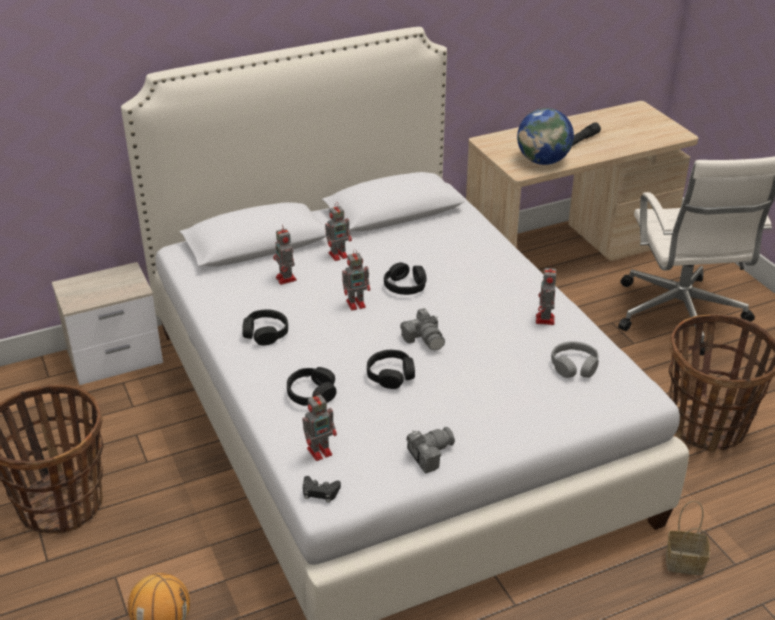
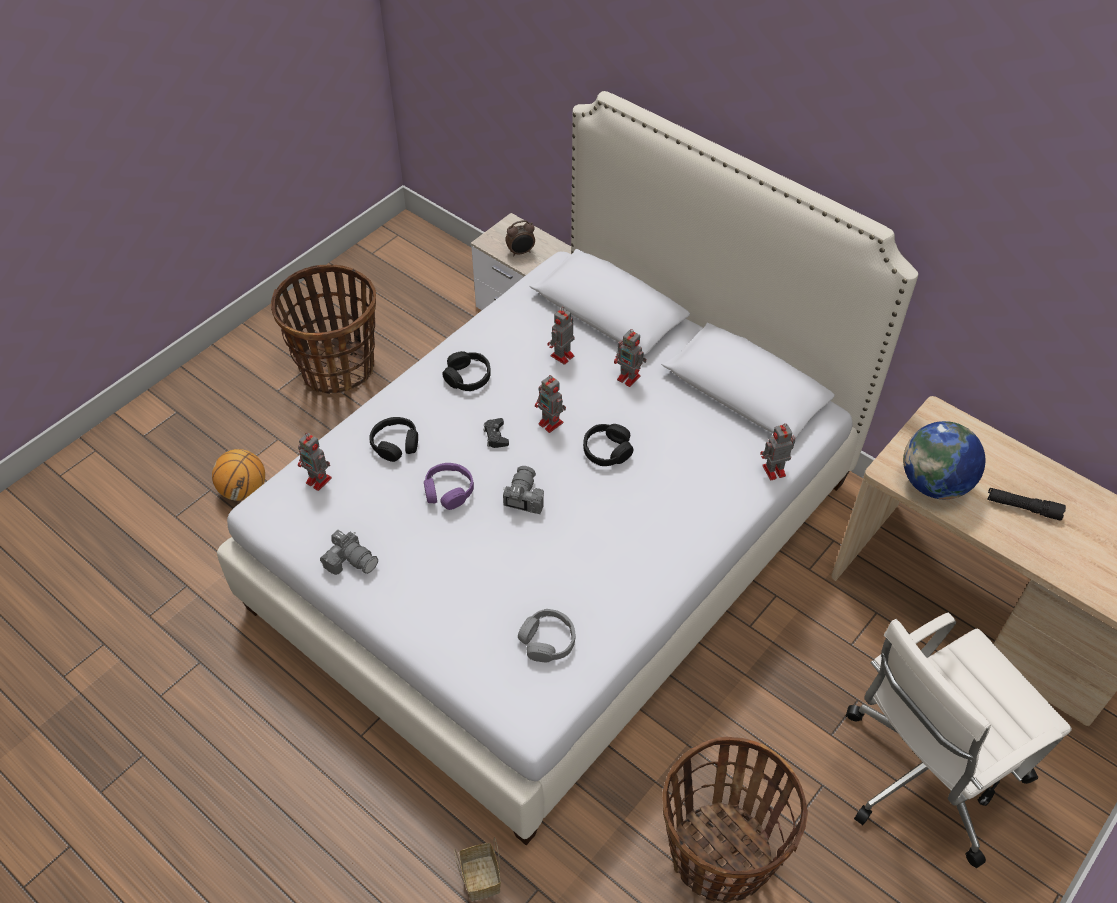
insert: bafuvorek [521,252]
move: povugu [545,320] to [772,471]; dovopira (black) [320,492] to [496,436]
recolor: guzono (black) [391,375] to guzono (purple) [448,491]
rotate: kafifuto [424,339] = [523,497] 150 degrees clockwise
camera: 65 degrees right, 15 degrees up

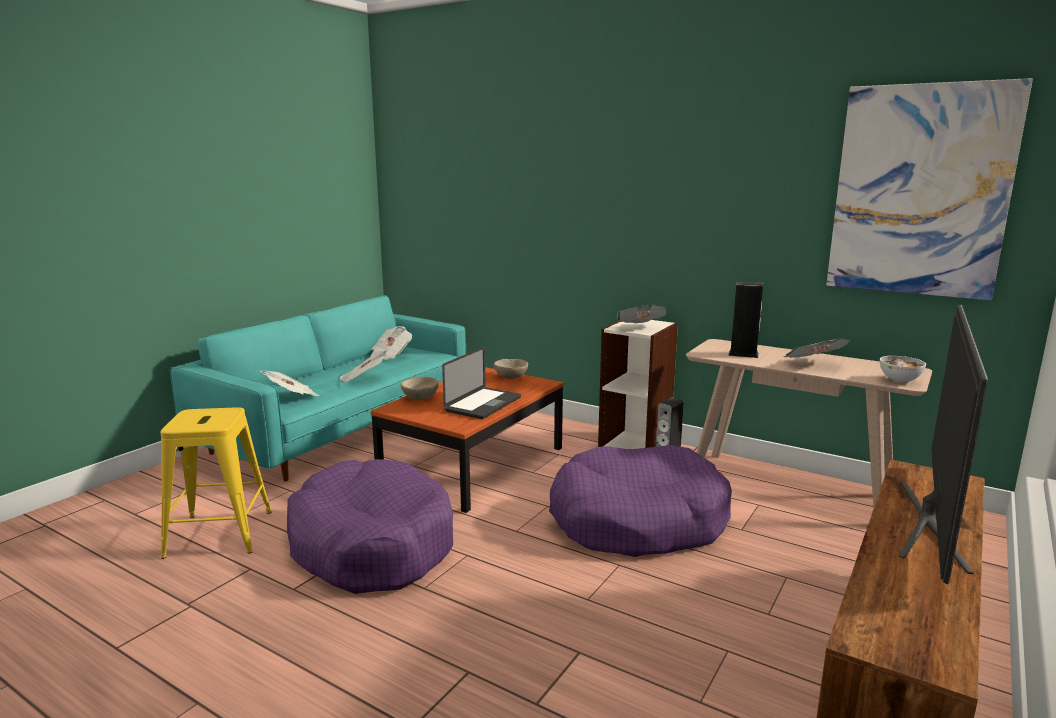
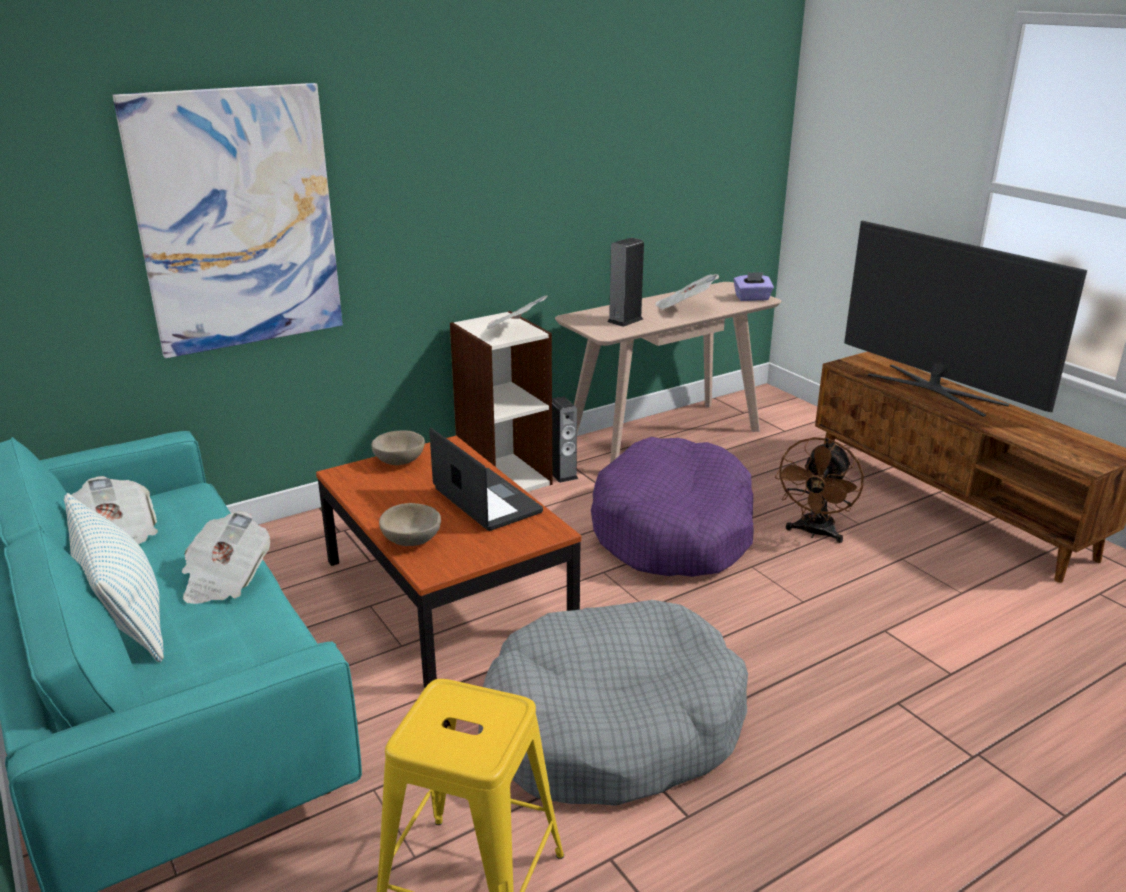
delete: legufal [292,397]
insert: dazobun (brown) [814,533]; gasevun [124,615]
move: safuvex [920,191] to [237,220]
replace: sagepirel [900,381] to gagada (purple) [752,298]
recolor: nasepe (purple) [371,544] to nasepe (grey) [611,726]
camera: 65 degrees left, 10 degrees up

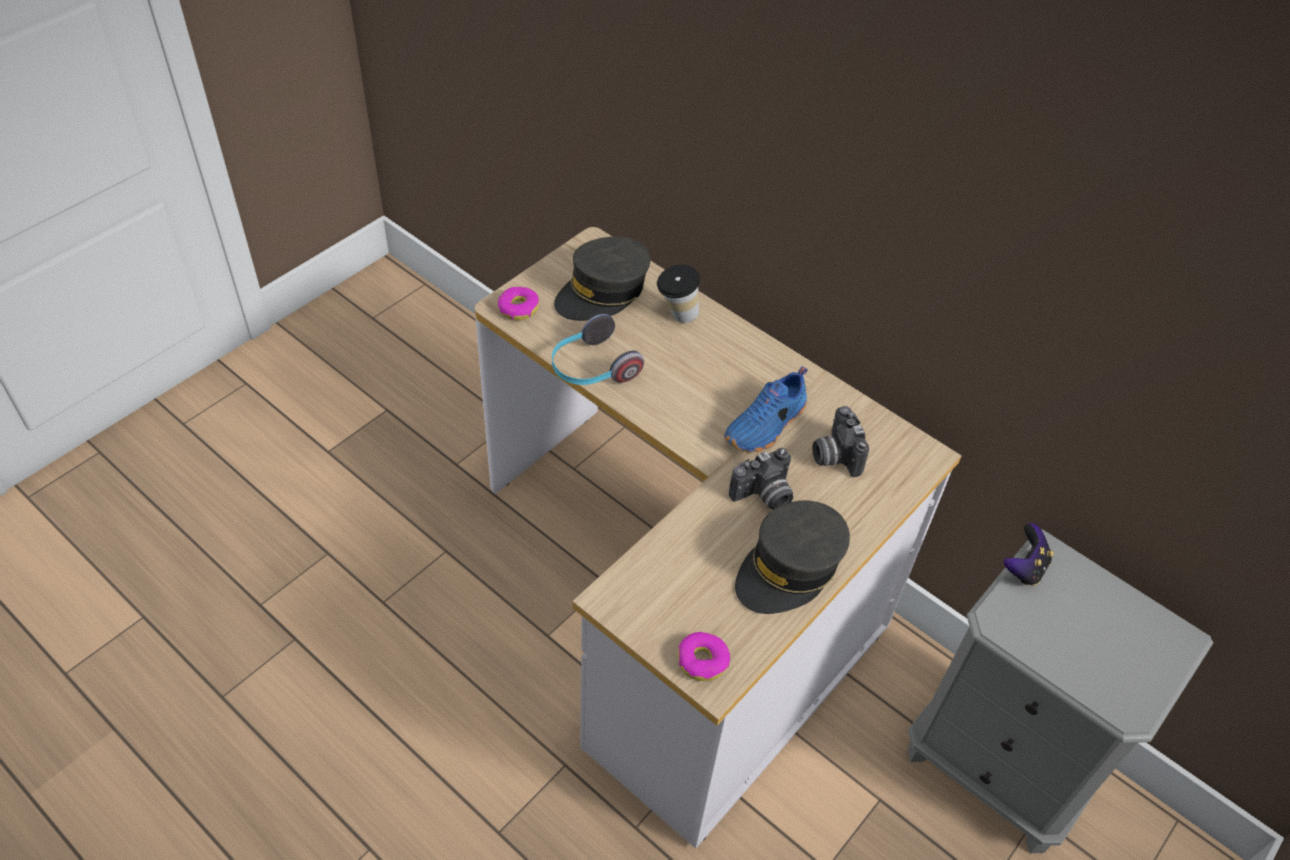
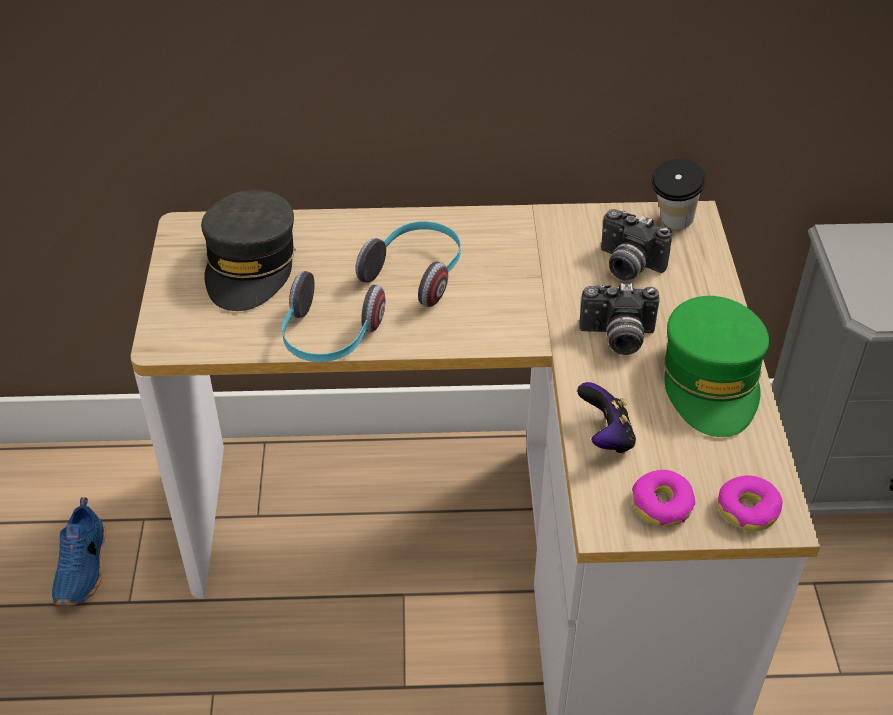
insert: guzono [416,273]
move: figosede [676,316] to [671,225]; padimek [518,308] to [661,505]; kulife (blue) [766,426] to [83,567]; dovopira [1024,568] to [605,437]
recolor: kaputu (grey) [789,568] to kaputu (green) [711,380]
rotate: kafifuto [763,496] = [617,338] 75 degrees clockwise
camera: 40 degrees left, 5 degrees down

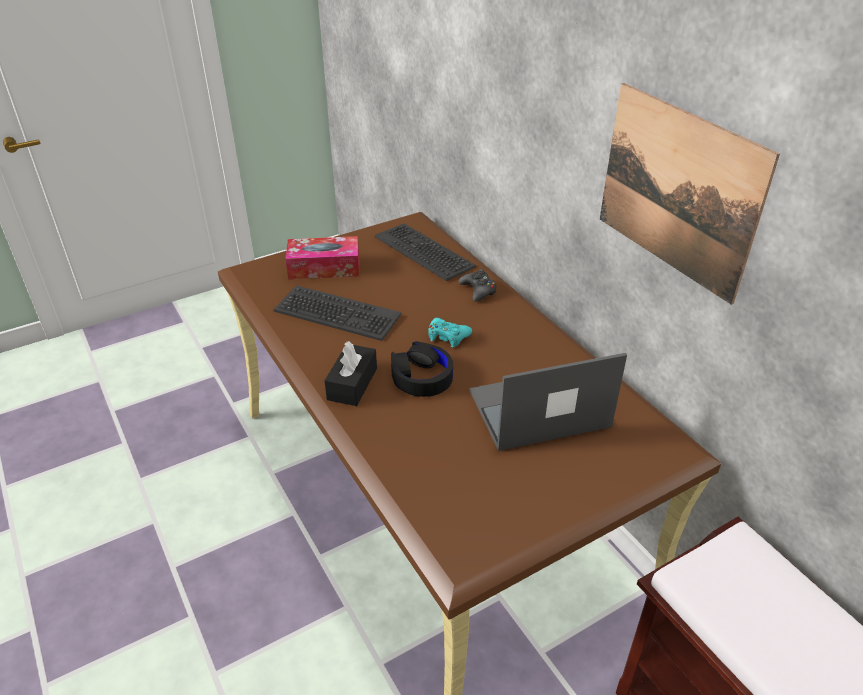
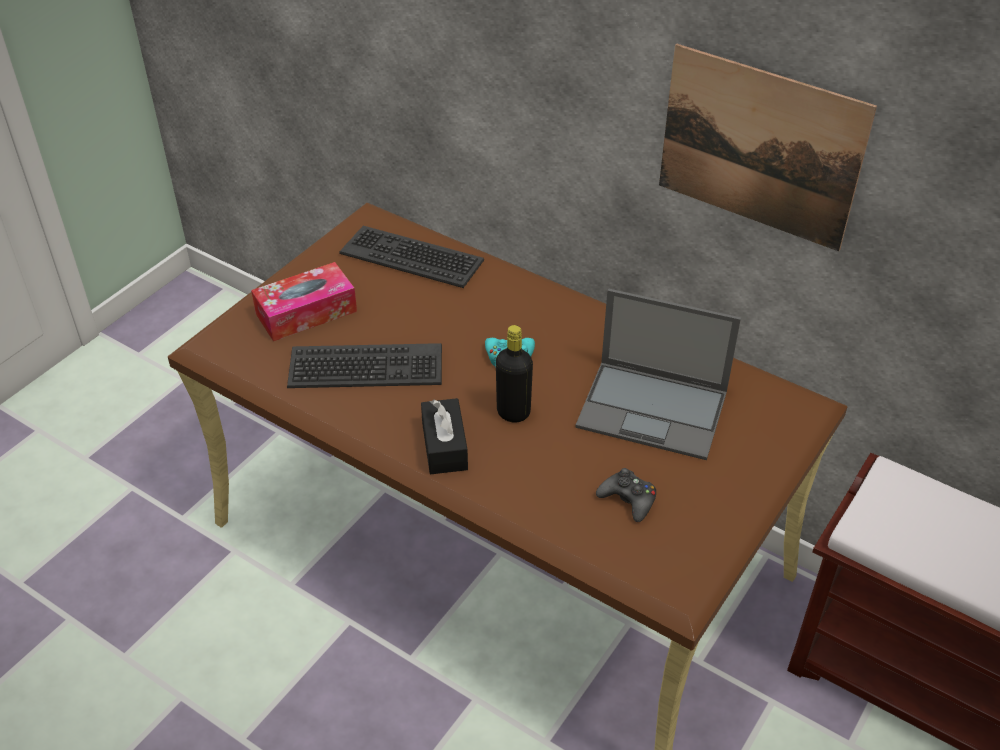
move: dovopira (black) [478,290] to [628,499]
replace: guzono (black) [421,376] to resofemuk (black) [513,412]
rotate: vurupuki [537,410] = [654,410] 120 degrees counterclockwise
camera: 25 degrees left, 5 degrees up

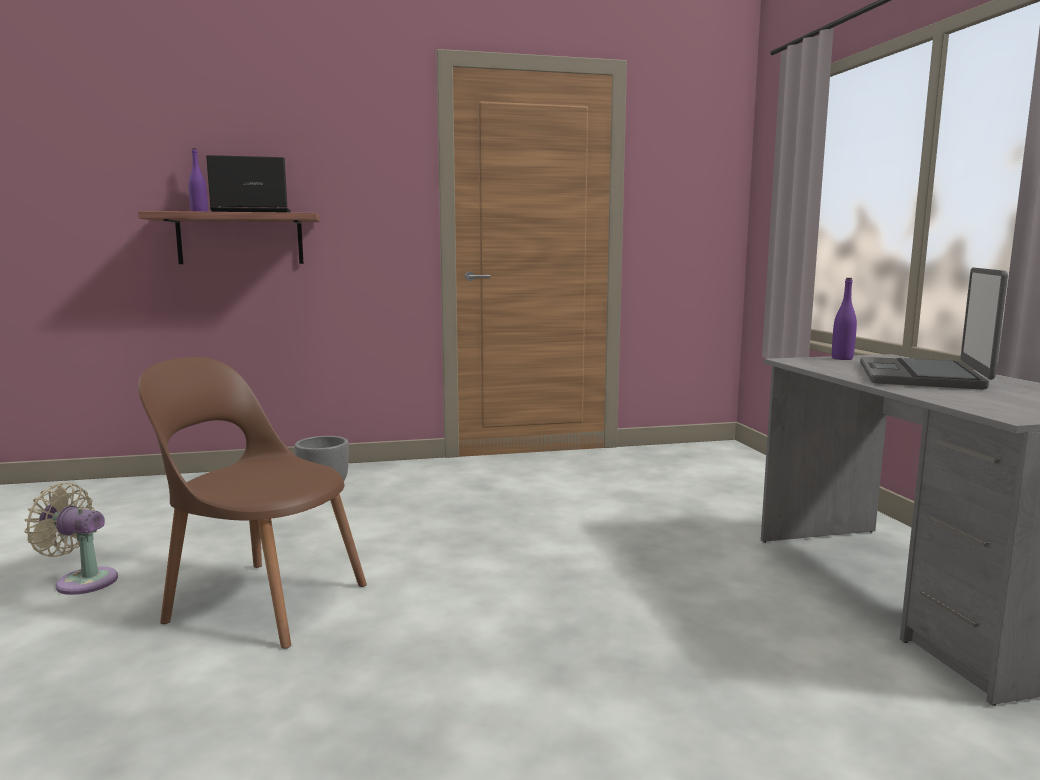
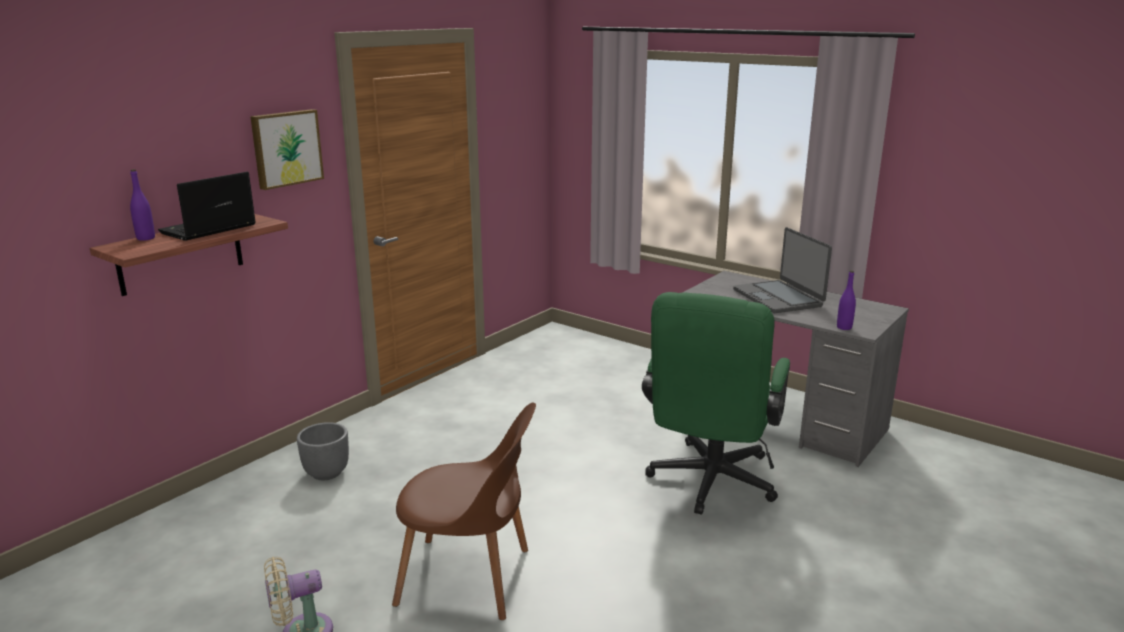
insert: safuvex [286,148]; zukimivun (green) [709,484]
move: resofemuk (purple) [842,358] to [844,327]
rotate: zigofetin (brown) [262,601] = [470,578] 150 degrees counterclockwise
camera: 40 degrees left, 10 degrees up

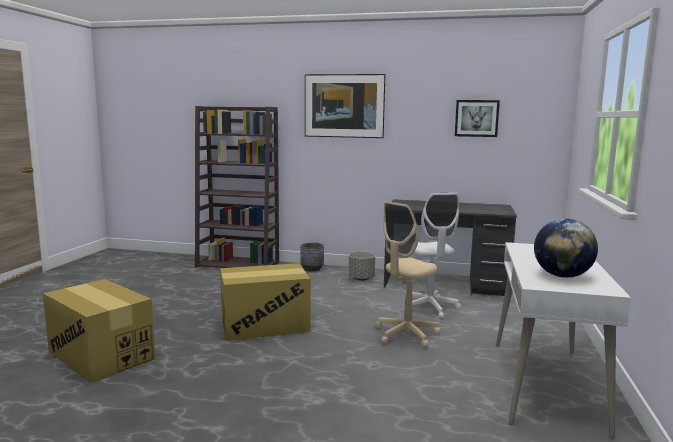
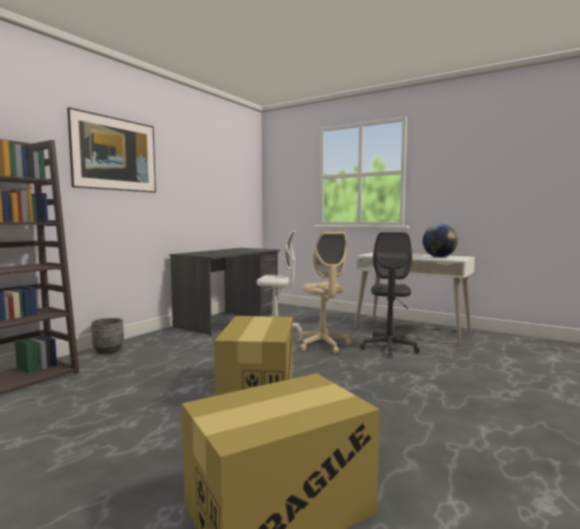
delete: safuvex [476,118]; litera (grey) [361,279]
insert: zukimivun (grey) [389,348]
camera: 70 degrees left, 5 degrees down

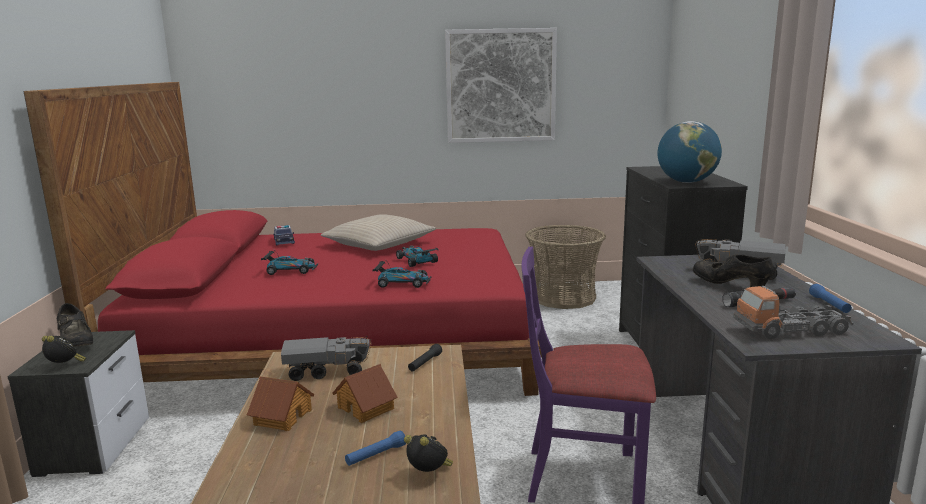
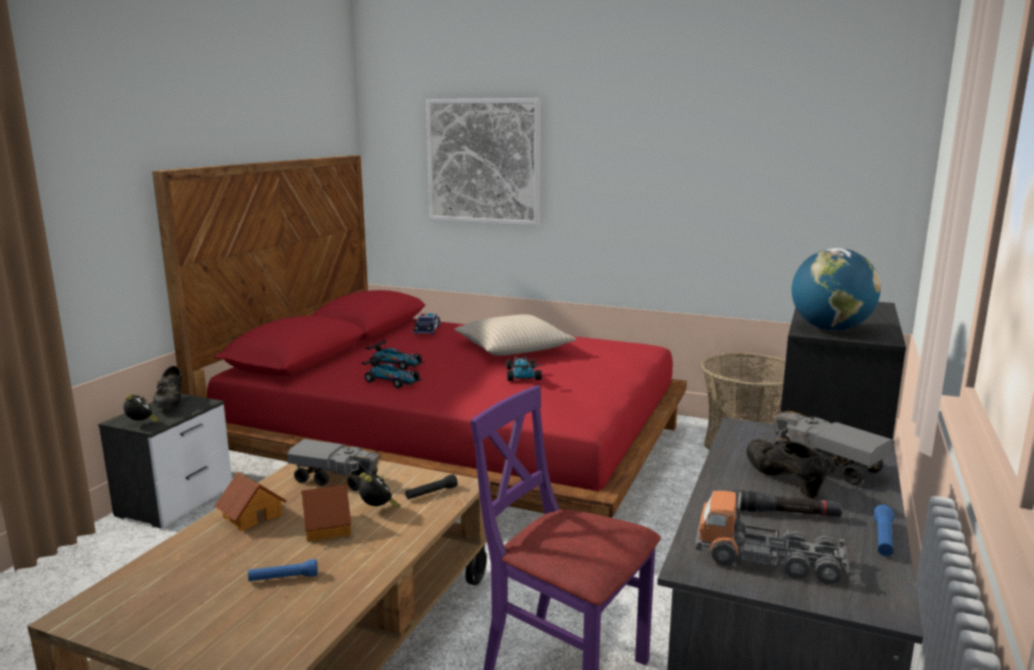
move: safuvex [500,86] to [483,161]; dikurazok [402,282] to [392,380]; bafuvorek [429,474] to [378,509]
camera: 25 degrees right, 0 degrees up

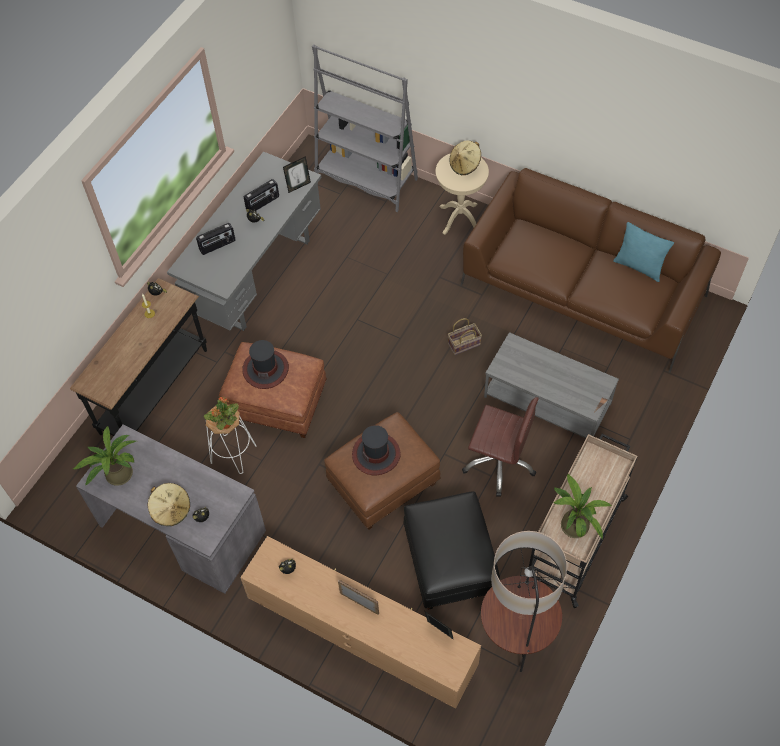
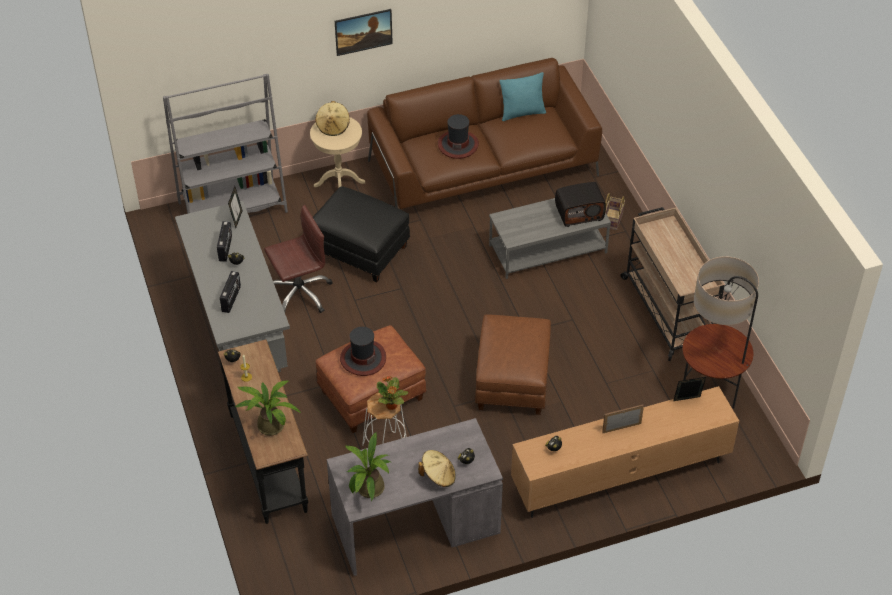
insert: safuvex [364,40]; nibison [579,213]
move: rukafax [464,343] to [612,218]; zukimivun (brown) [499,462] to [299,293]; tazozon [376,454] to [458,144]; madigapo [574,522] to [268,424]; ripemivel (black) [448,561] to [359,251]
camera: 50 degrees left, 10 degrees down

